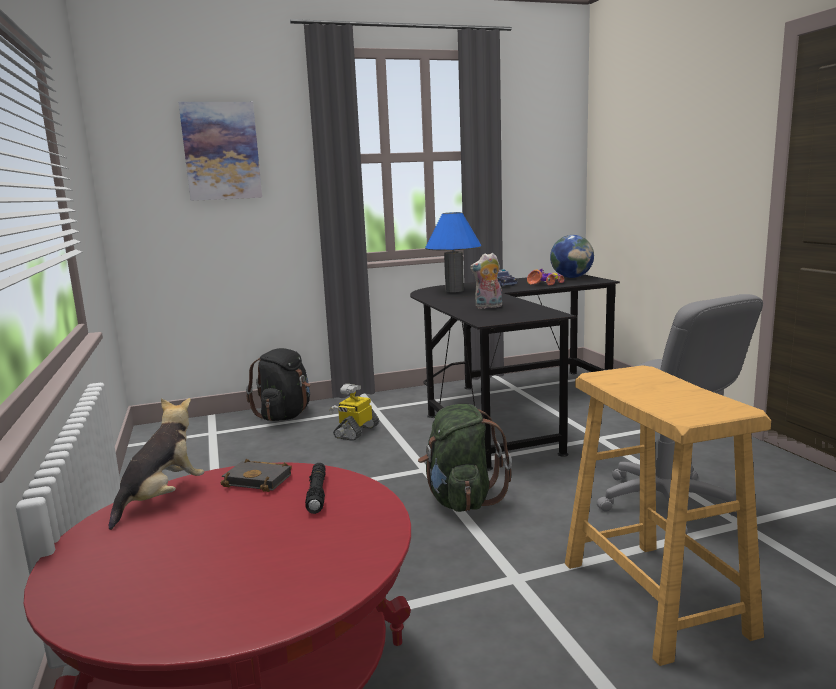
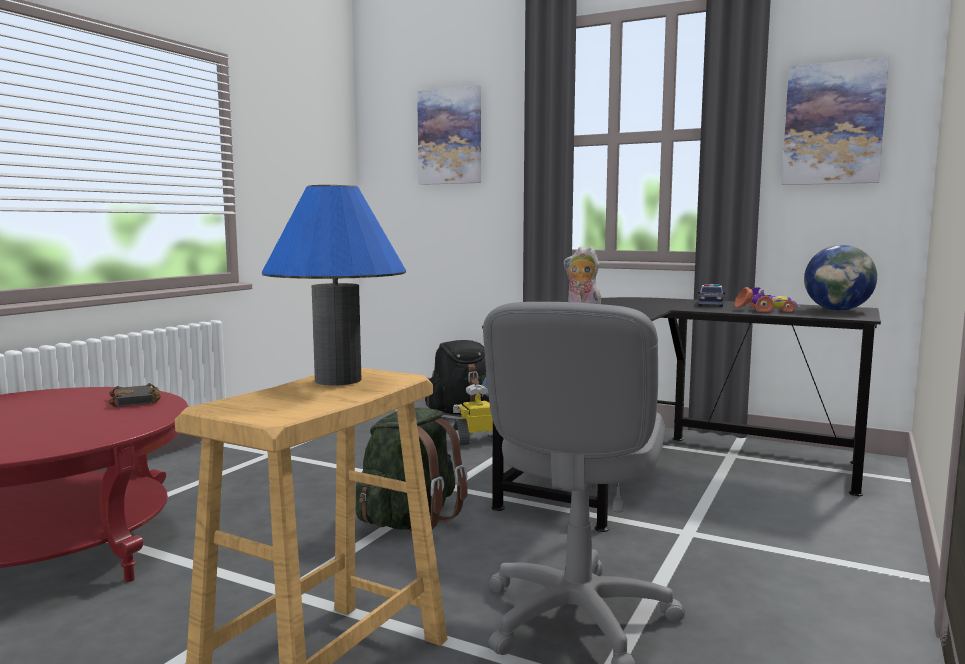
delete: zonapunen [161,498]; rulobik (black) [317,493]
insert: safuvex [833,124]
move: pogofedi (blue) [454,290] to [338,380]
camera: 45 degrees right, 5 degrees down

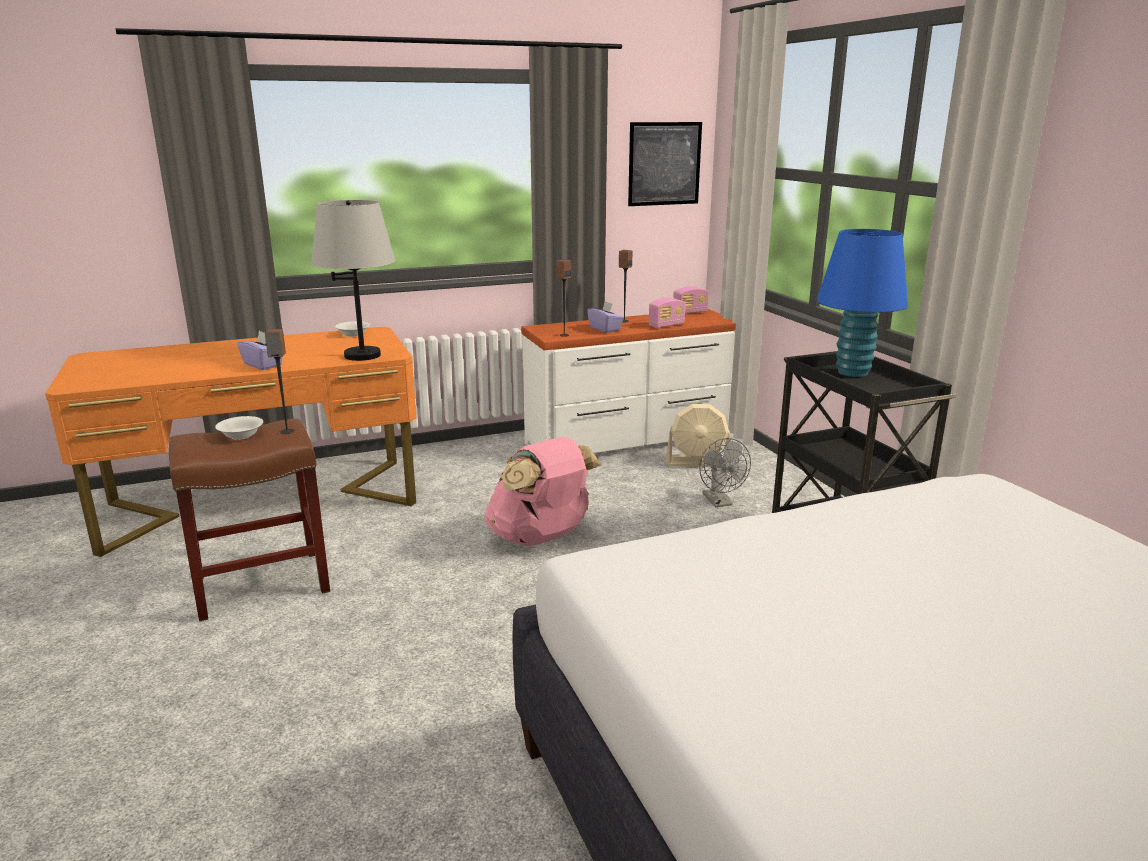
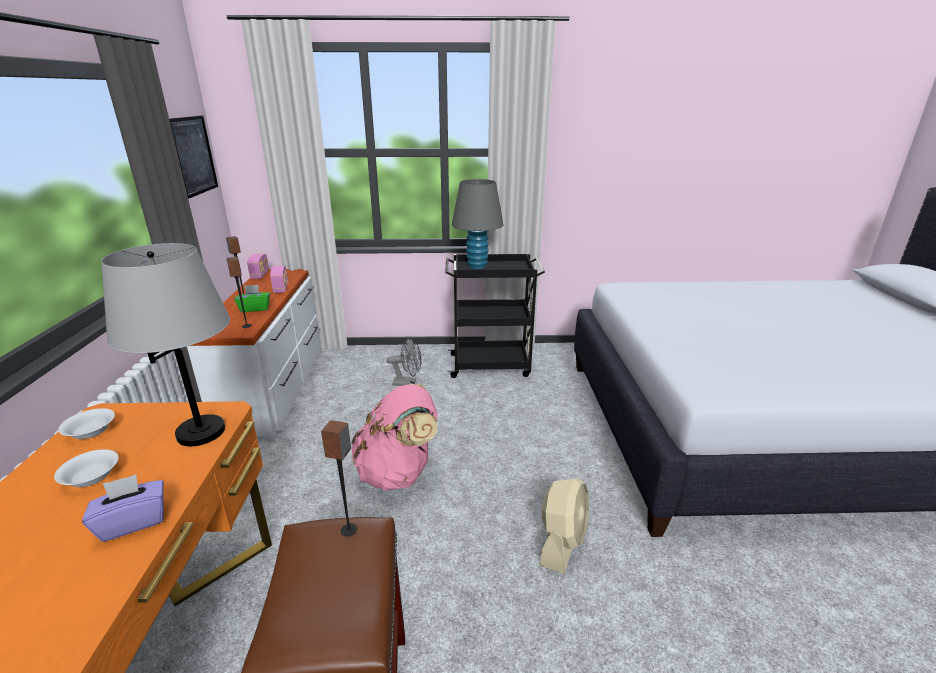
move: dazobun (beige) [697,462] to [562,542]; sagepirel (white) [241,435] to [91,477]
recolor: pogofedi (blue) [852,372] to pogofedi (grey) [477,266]; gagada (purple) [605,329] to gagada (green) [255,308]
camera: 70 degrees left, 5 degrees up

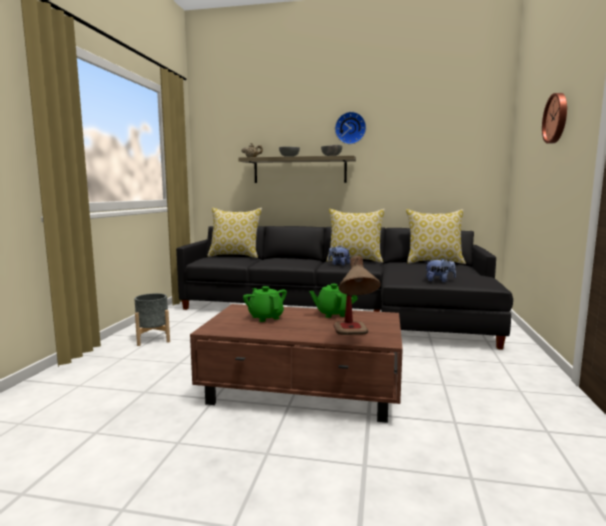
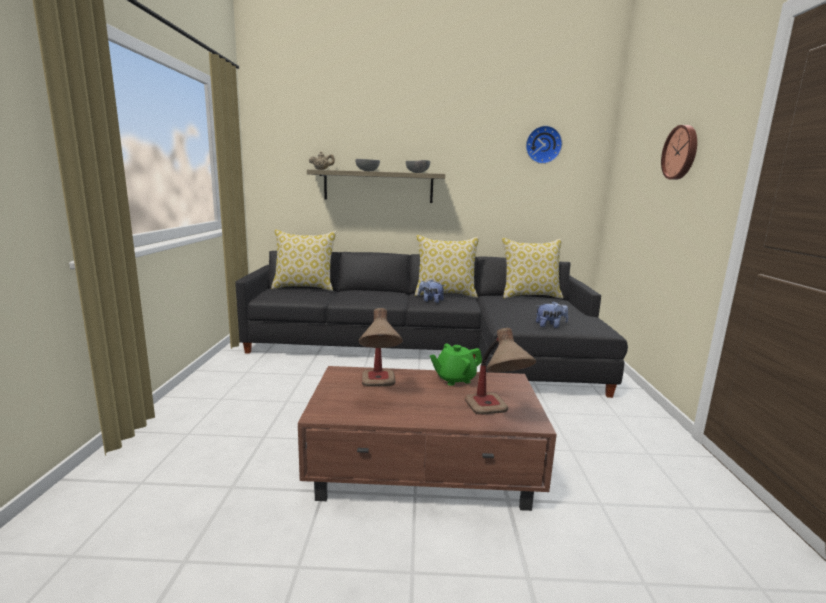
delete: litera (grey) [153,339]
move: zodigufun [350,128] to [543,145]
replace: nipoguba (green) [265,317] to pogofedi [379,388]
camera: 10 degrees left, 5 degrees up

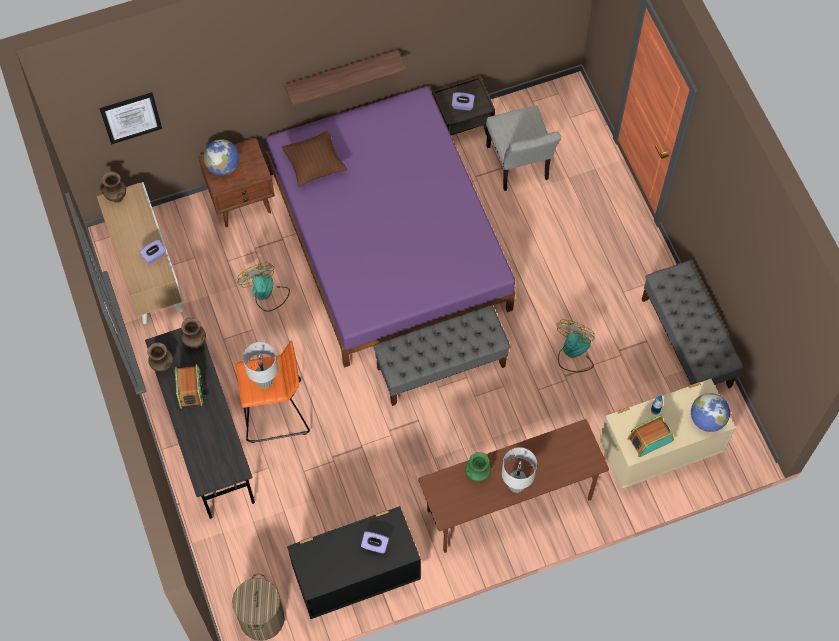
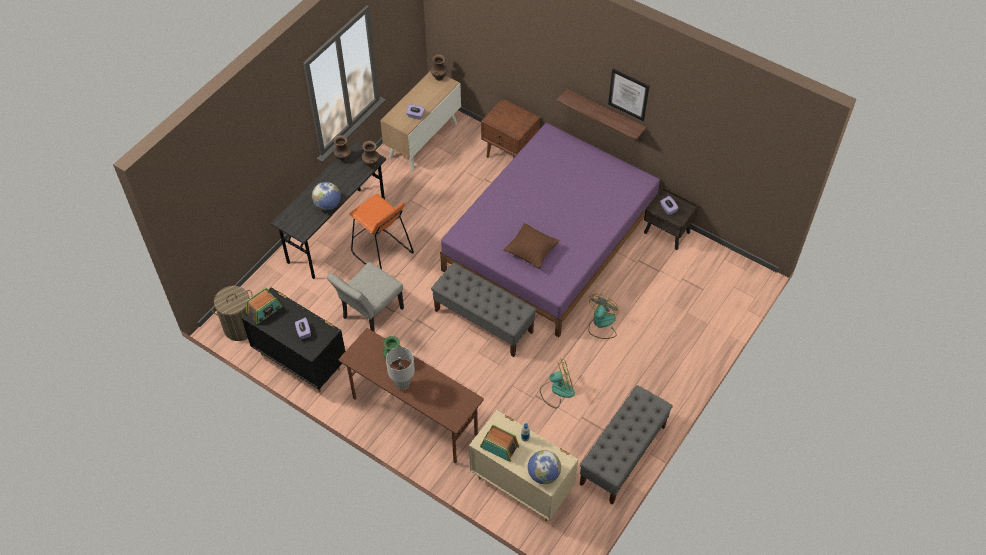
delete: pogofedi (grey) [265,381]
move: safuvex [131,117] to [628,94]; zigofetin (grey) [519,167] to [369,316]; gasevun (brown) [314,165] to [531,252]; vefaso [223,166] to [327,205]; dazobun [266,293] to [601,324]; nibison [190,389] to [264,310]
camera: 55 degrees right, 10 degrees down

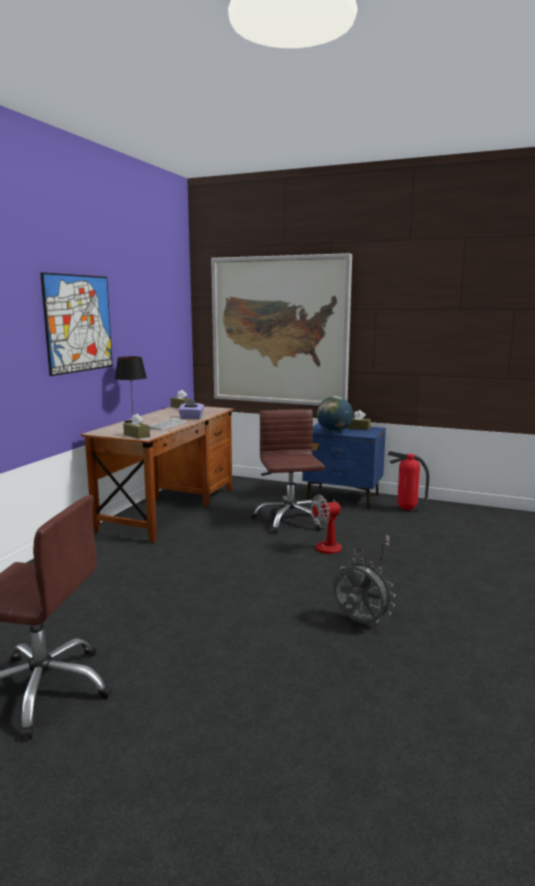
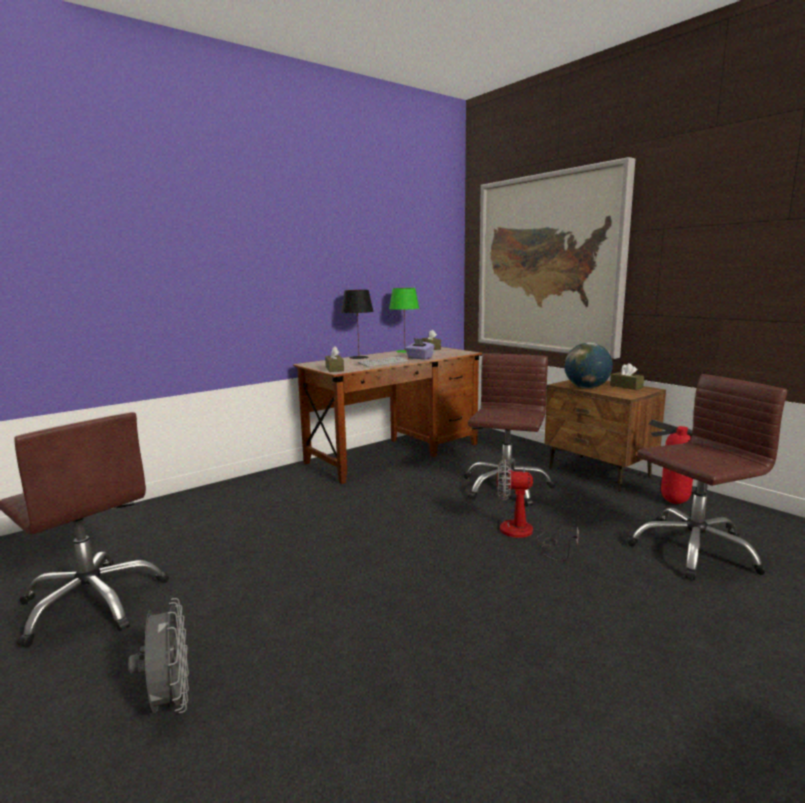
delete: safuvex [79,323]
insert: pogofedi (green) [405,351]; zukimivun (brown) [693,549]
move: dazobun (grey) [359,622] to [170,702]
recolor: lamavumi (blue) [343,498] to lamavumi (brown) [599,473]
camera: 30 degrees right, 0 degrees up

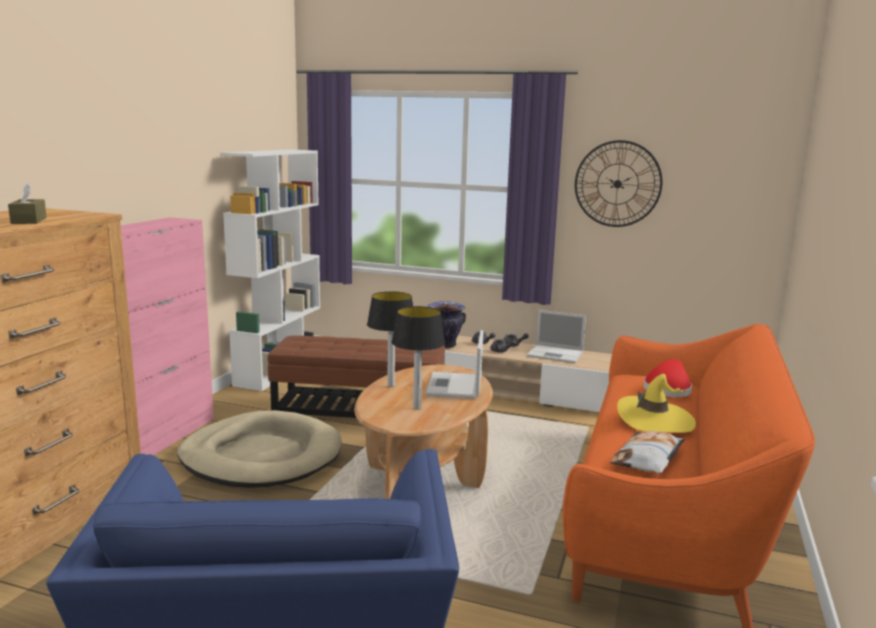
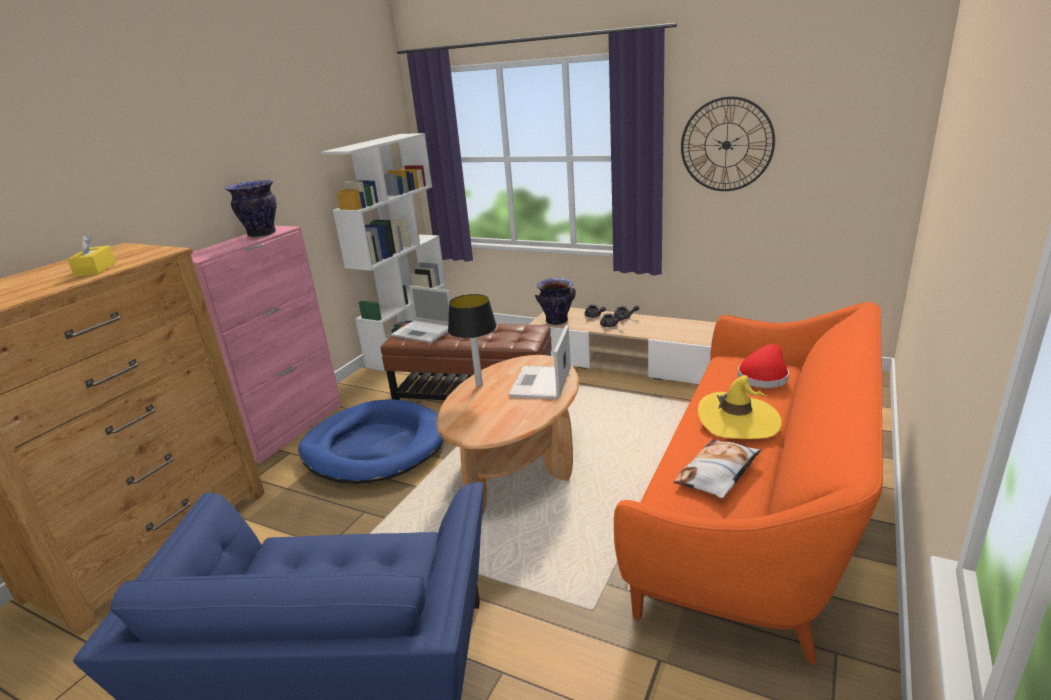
delete: pogofedi [417,408]
insert: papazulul [261,234]
move: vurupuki [556,354] to [424,331]
recolor: gagada (brown) [29,221] to gagada (yellow) [95,269]; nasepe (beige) [261,456] to nasepe (blue) [374,447]
camera: 10 degrees right, 10 degrees up

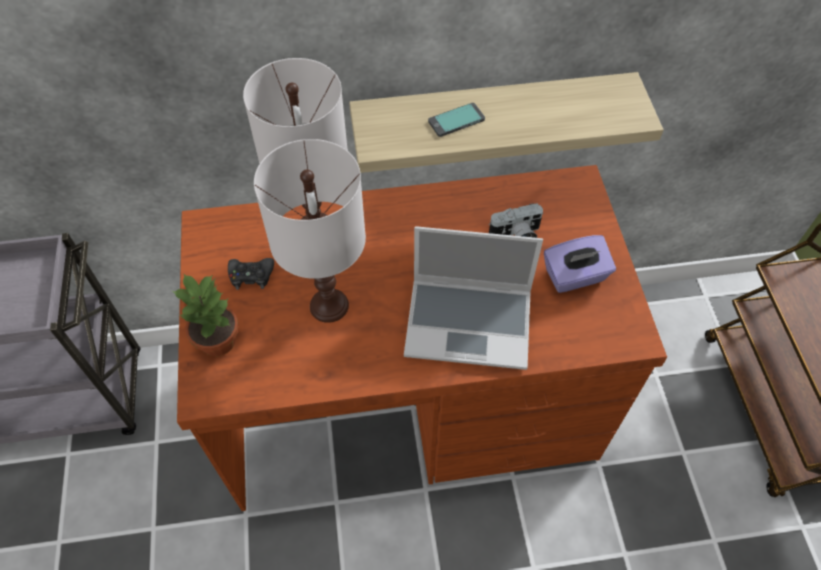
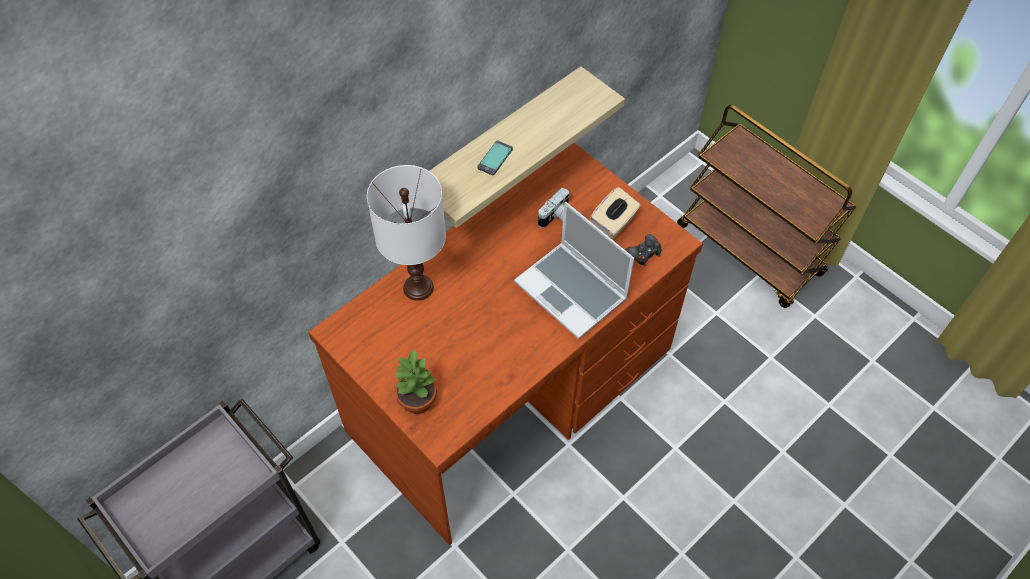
delete: pogofedi (white) [329,306]
move: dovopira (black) [251,276] to [643,253]
recolor: gagada (purple) [575,276] to gagada (beige) [614,224]
rotate: vurupuki [470,323] = [573,291] 75 degrees clockwise
camera: 35 degrees left, 0 degrees up

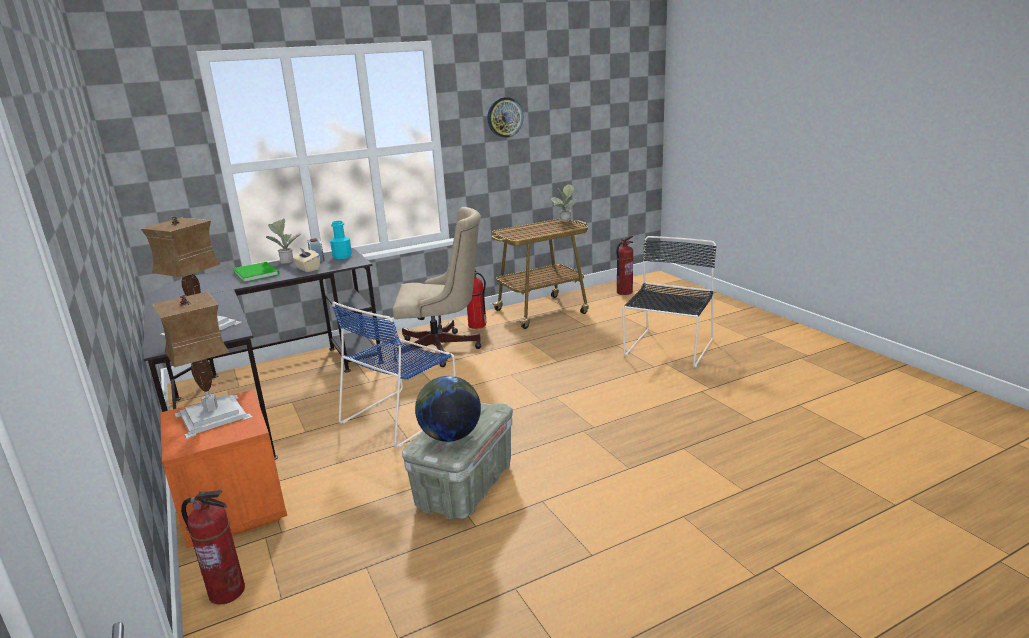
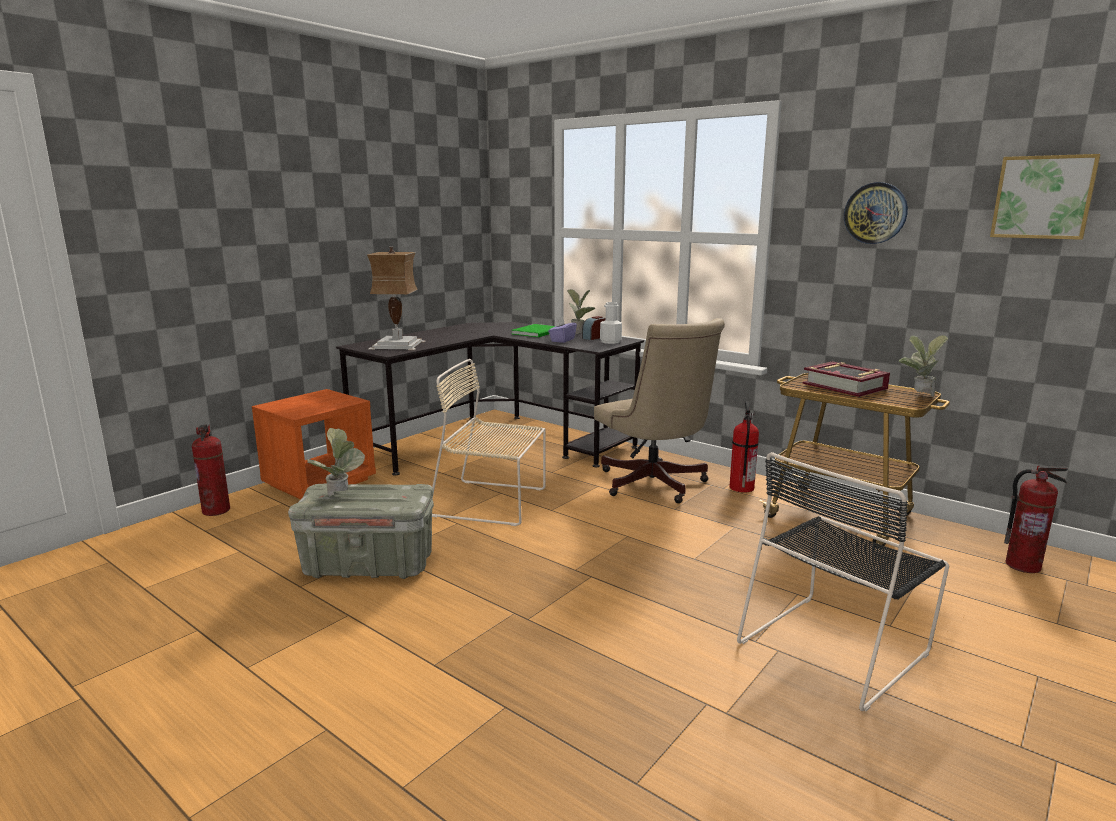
delete: pogofedi [211,415]
insert: safuvex [1043,197]; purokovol [845,386]
replace: vefaso [450,436] to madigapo [341,495]
recolor: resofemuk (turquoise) [342,256] to resofemuk (white) [610,342]; gagada (beige) [307,269] to gagada (purple) [562,340]; zigofetin (blue) [402,415] to zigofetin (beige) [493,502]
rotate: zigofetin (black) [668,349] = [836,645] 135 degrees clockwise
camera: 65 degrees right, 5 degrees down

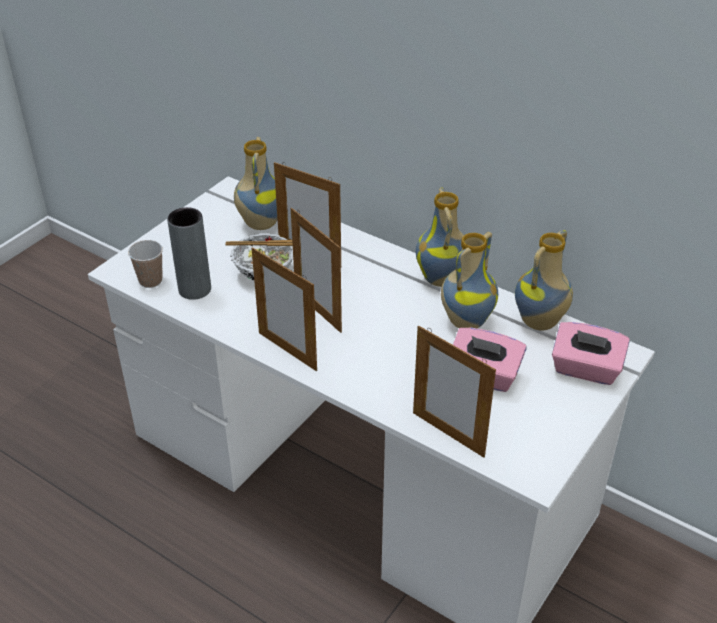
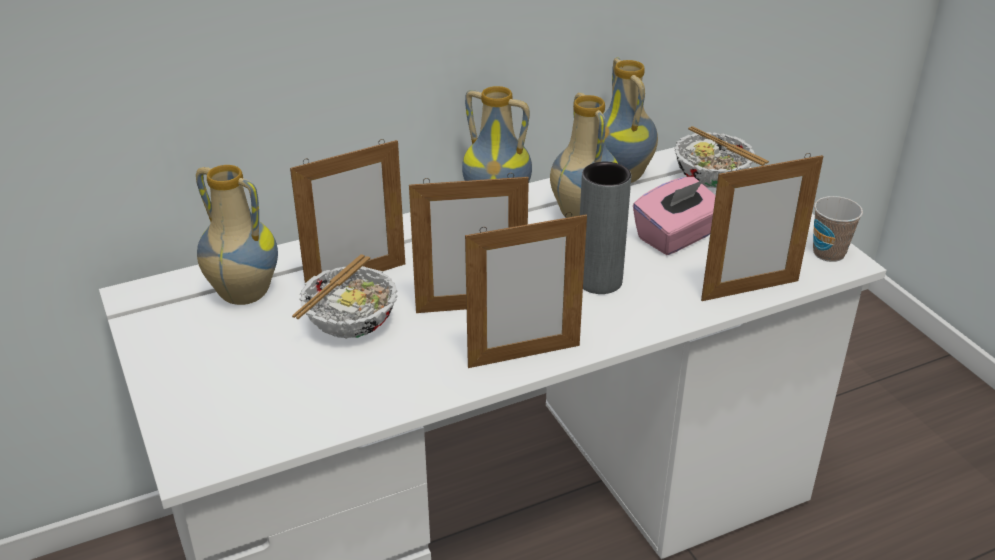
move: papazulul (grey) [195,289] to [599,281]; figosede [150,281] to [828,253]
replace: gagada (pink) [585,369] to sagepirel [711,179]
camera: 60 degrees left, 5 degrees down

